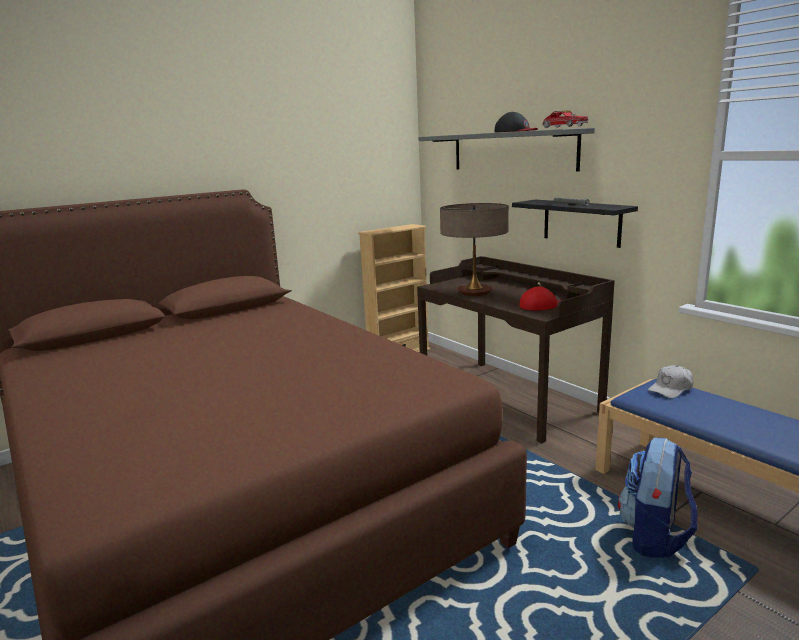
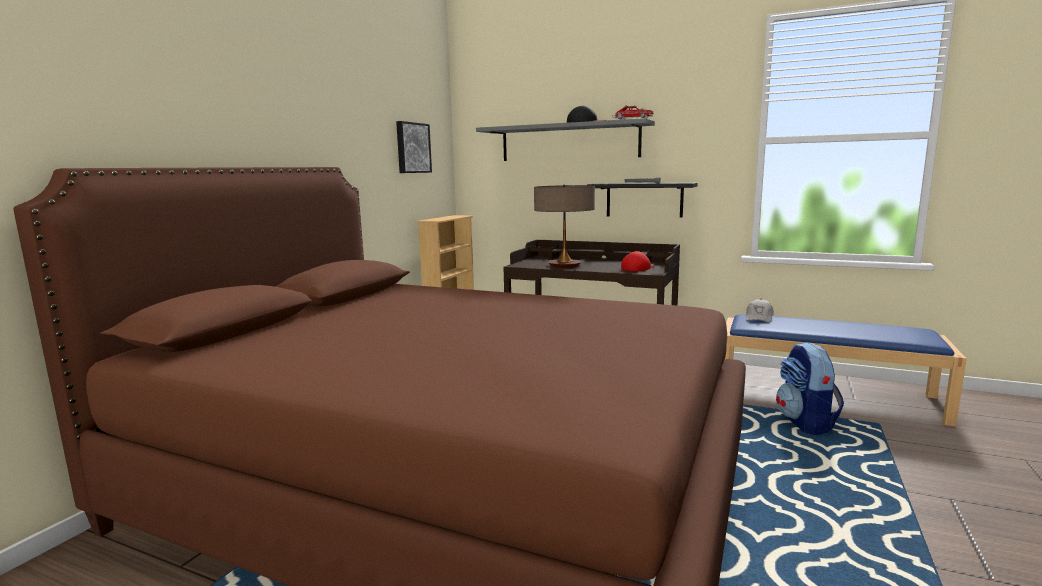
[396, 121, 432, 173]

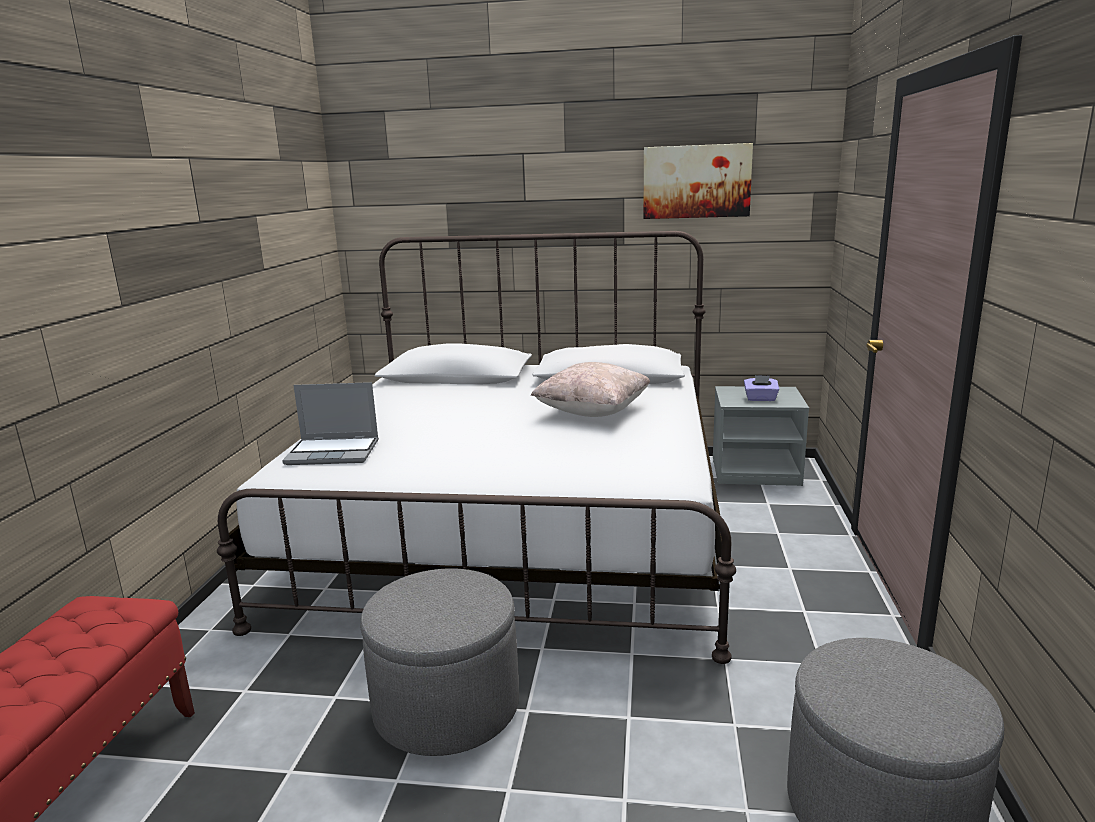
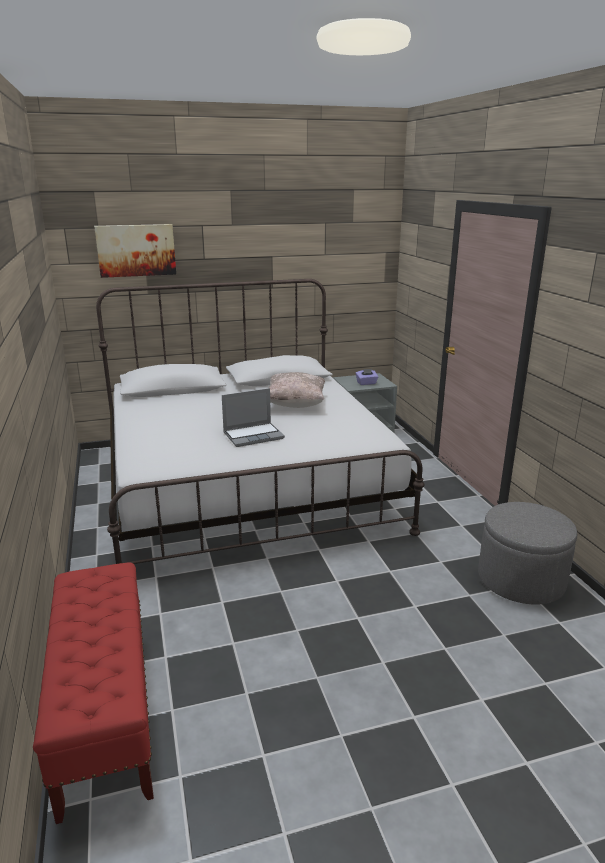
[222, 388, 285, 447]
[360, 568, 519, 756] (first image)
[94, 224, 176, 278]

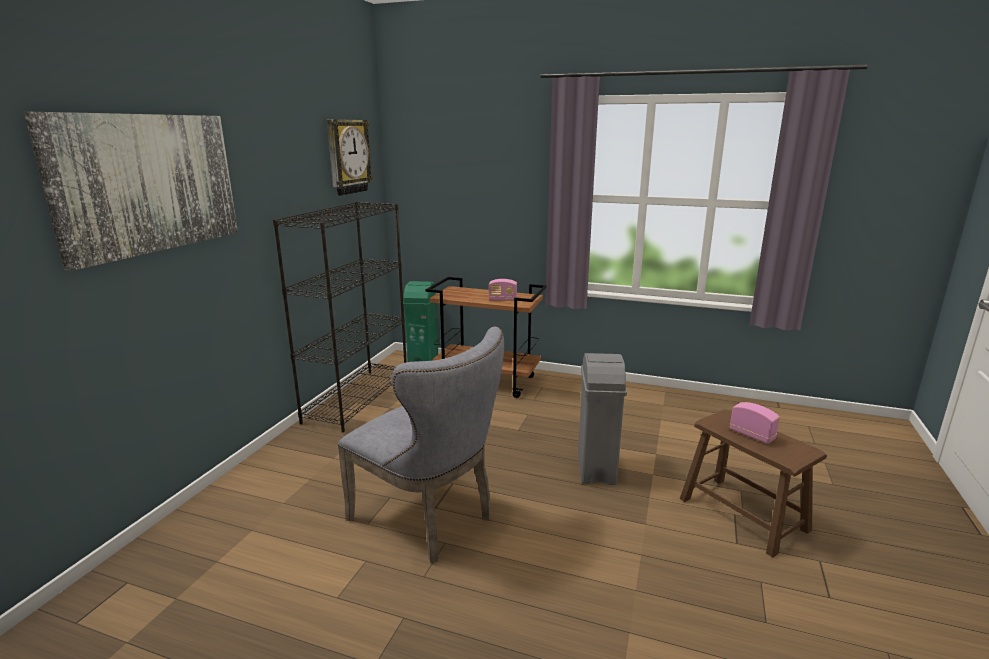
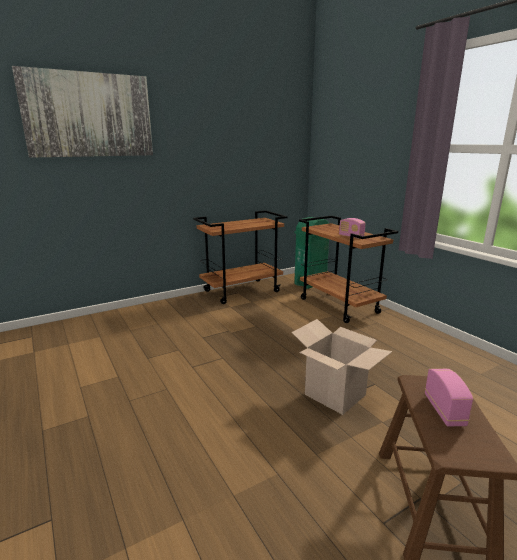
[193, 210, 287, 304]
[327, 119, 373, 196] (first image)
[338, 327, 504, 563] (first image)
[291, 319, 392, 415]

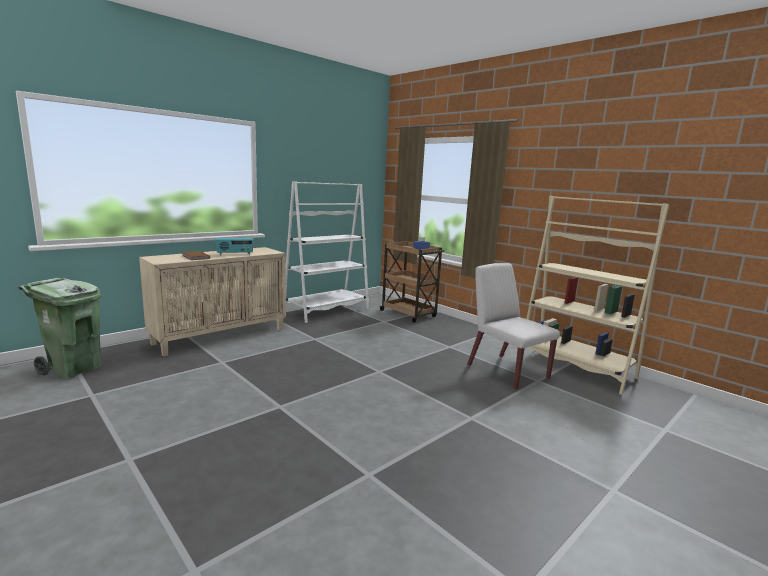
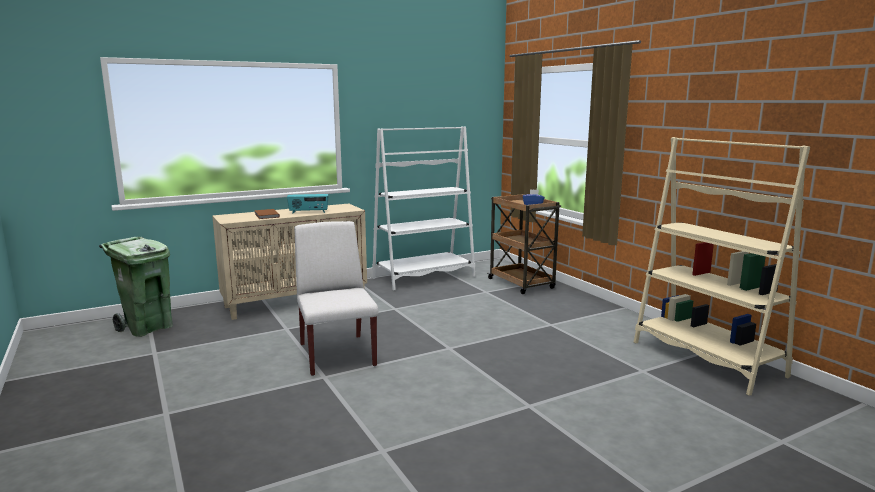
[295, 221, 379, 376]

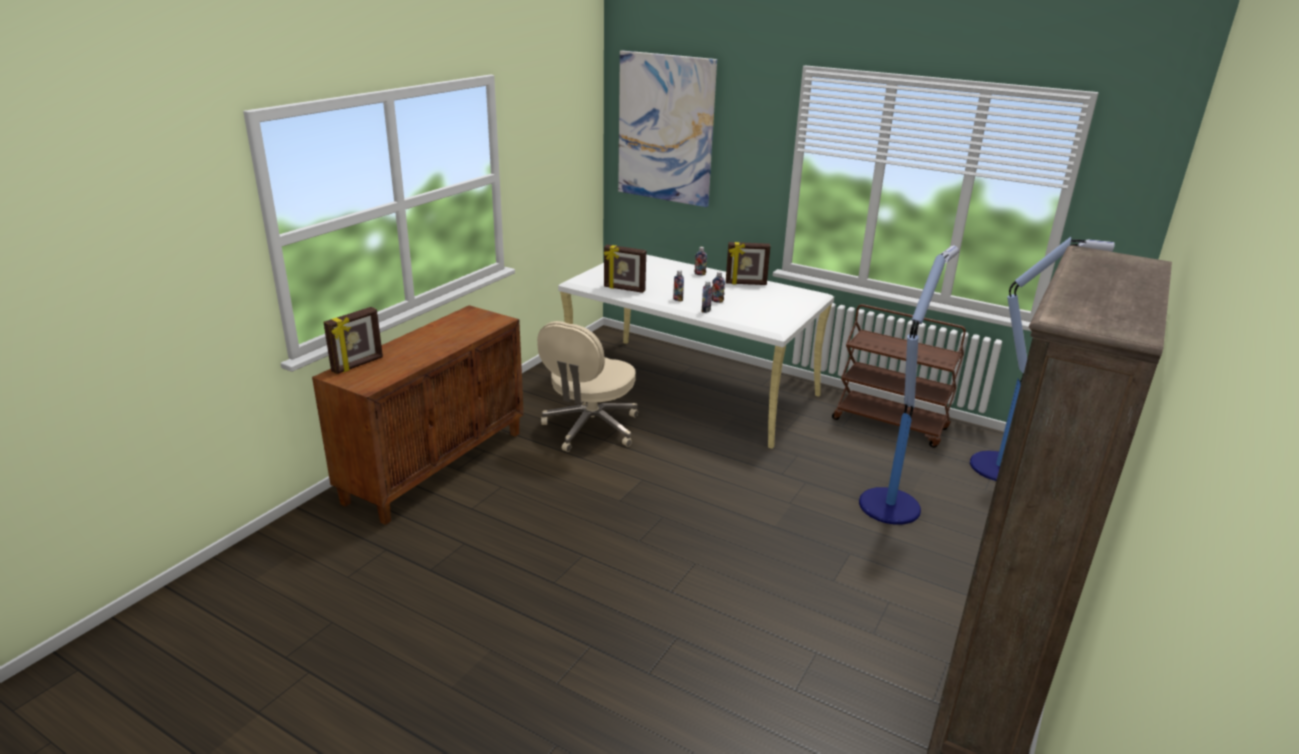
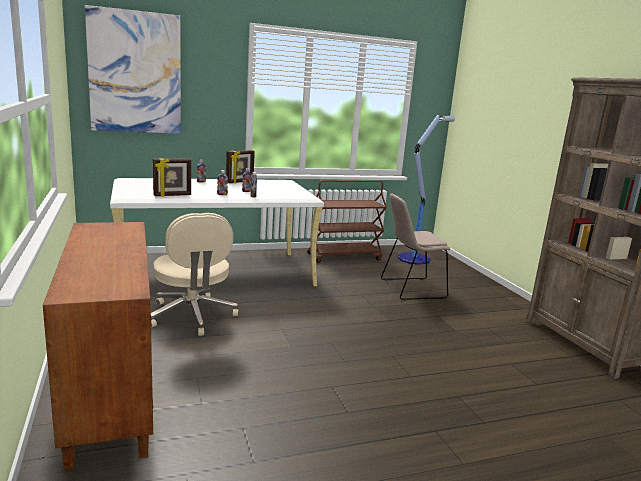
[323, 307, 383, 374] (first image)
[381, 194, 450, 301]

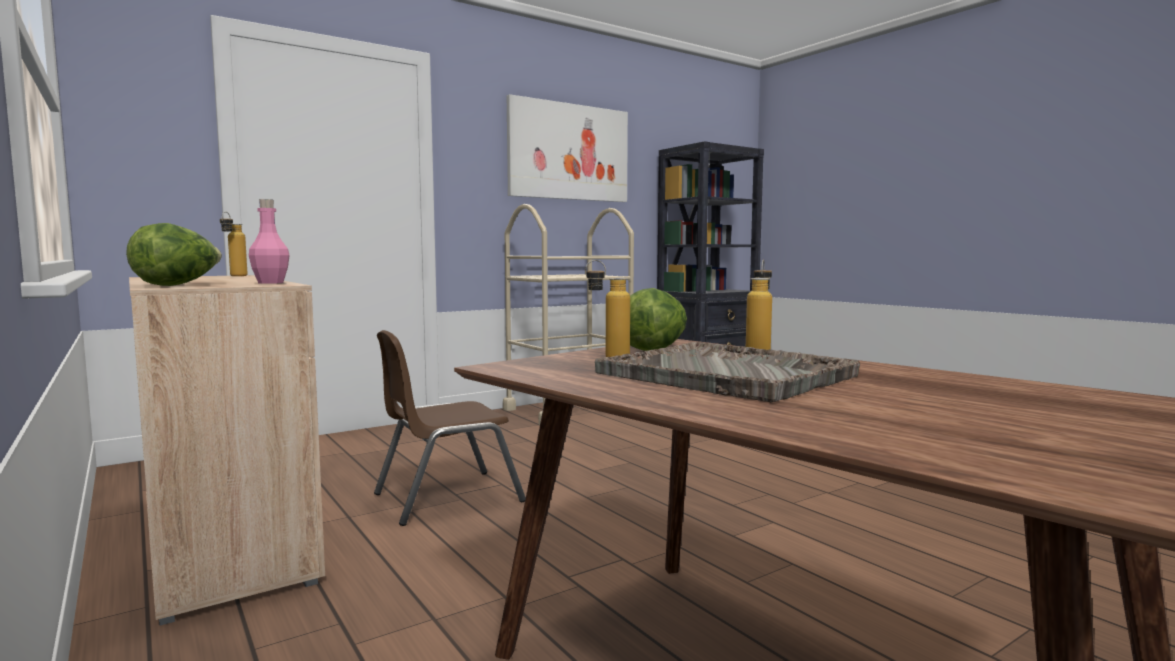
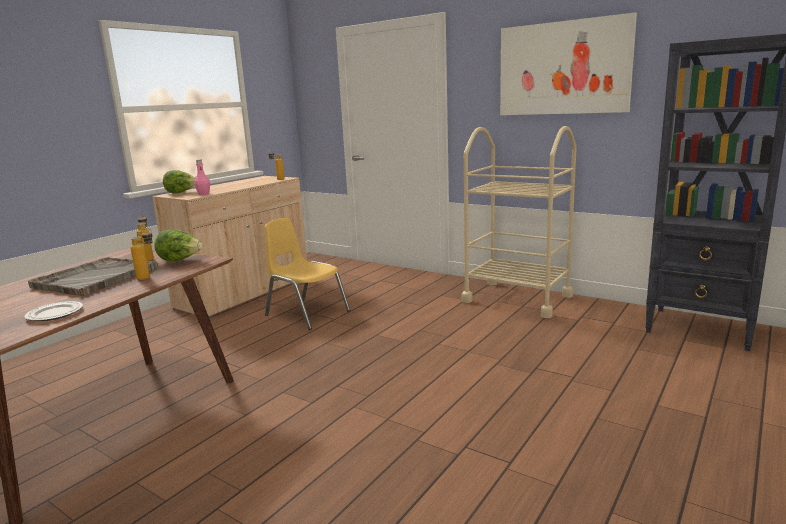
[265, 218, 350, 330]
[25, 301, 83, 321]

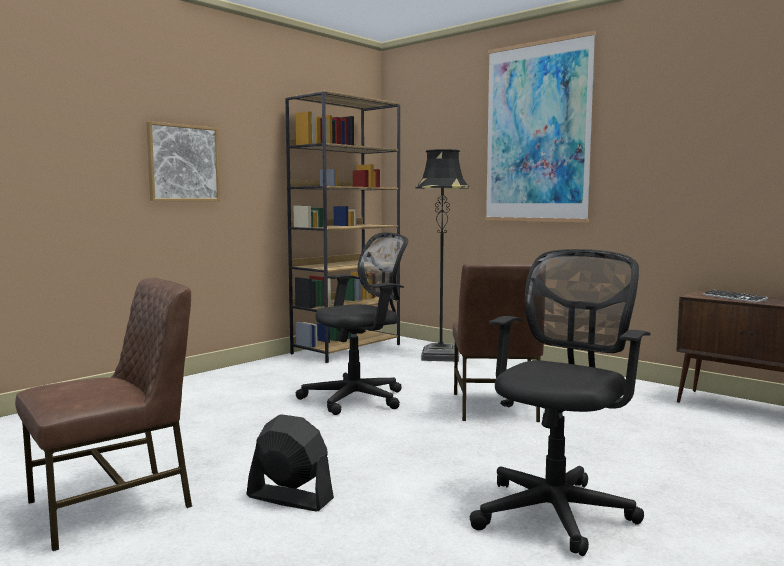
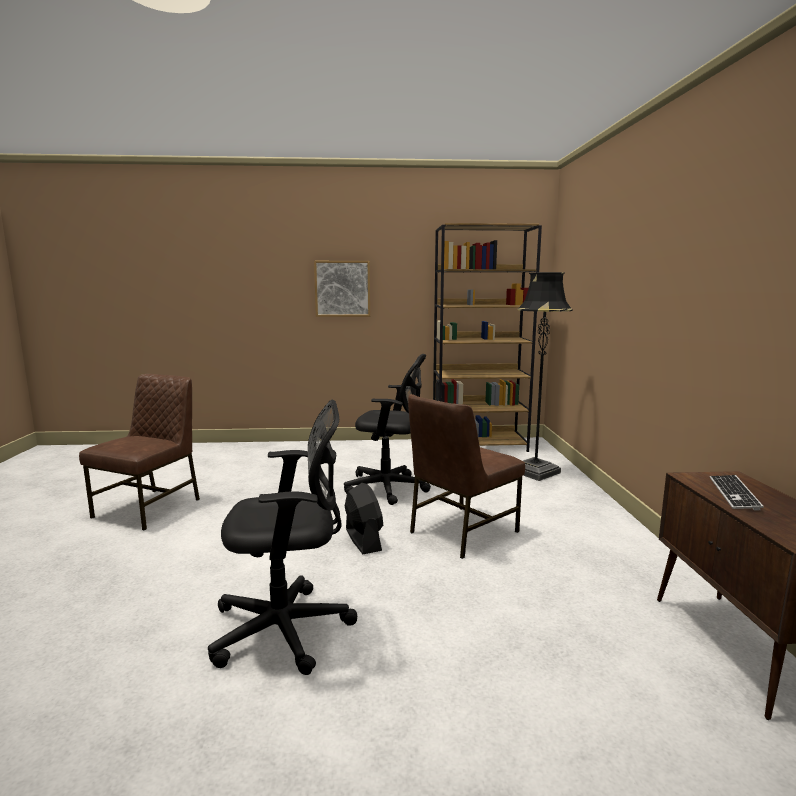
[79, 374, 200, 530]
[345, 483, 383, 554]
[485, 31, 596, 222] (first image)

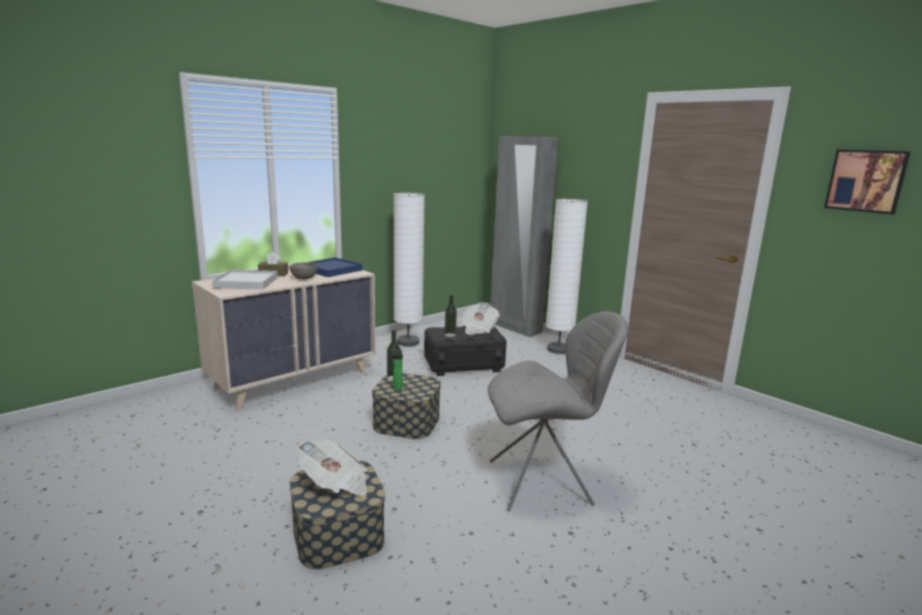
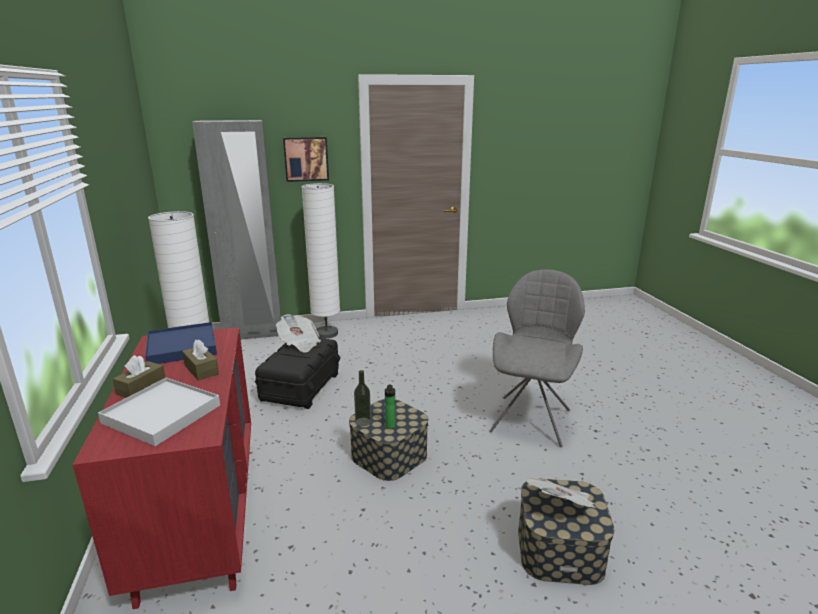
[73, 327, 251, 609]
[182, 339, 219, 381]
[445, 295, 457, 337] (first image)
[283, 137, 329, 182]

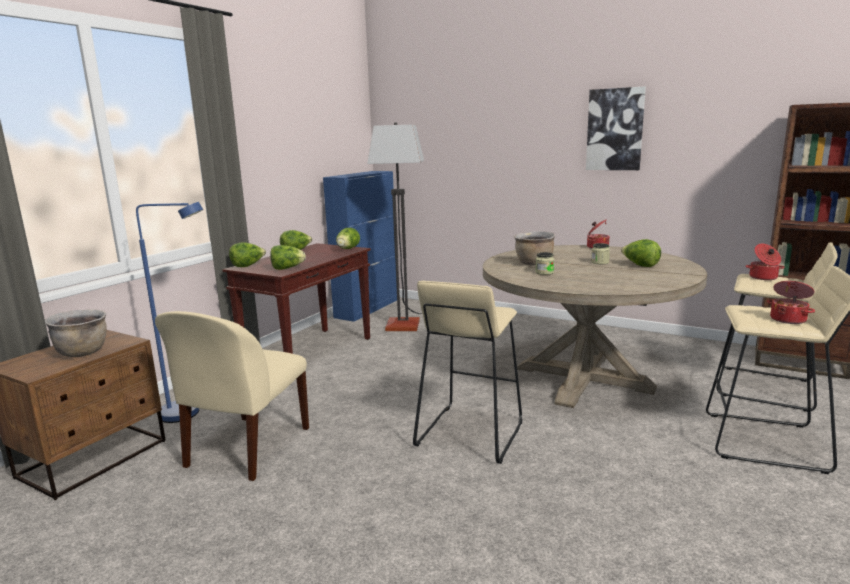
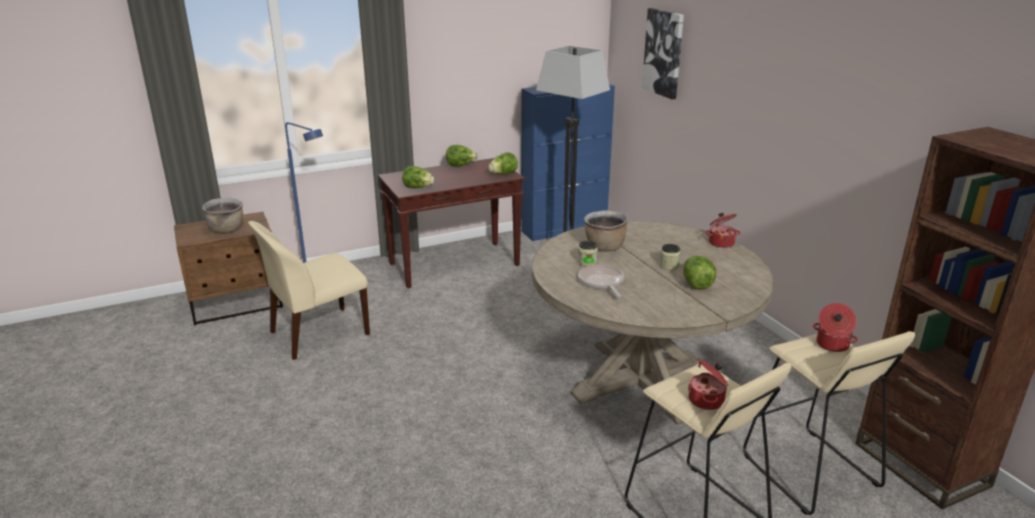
[229, 242, 266, 267] (first image)
[413, 281, 522, 464] (first image)
[642, 8, 684, 99]
[578, 265, 624, 297]

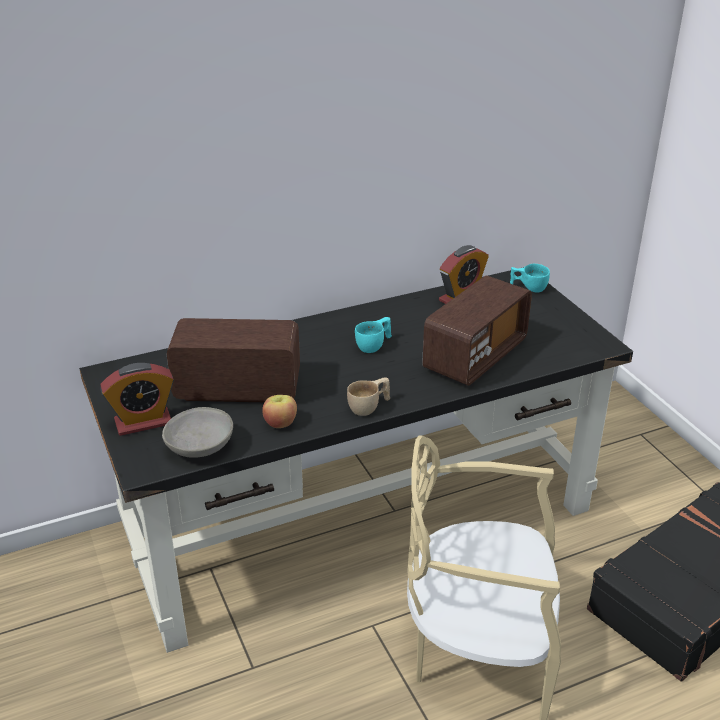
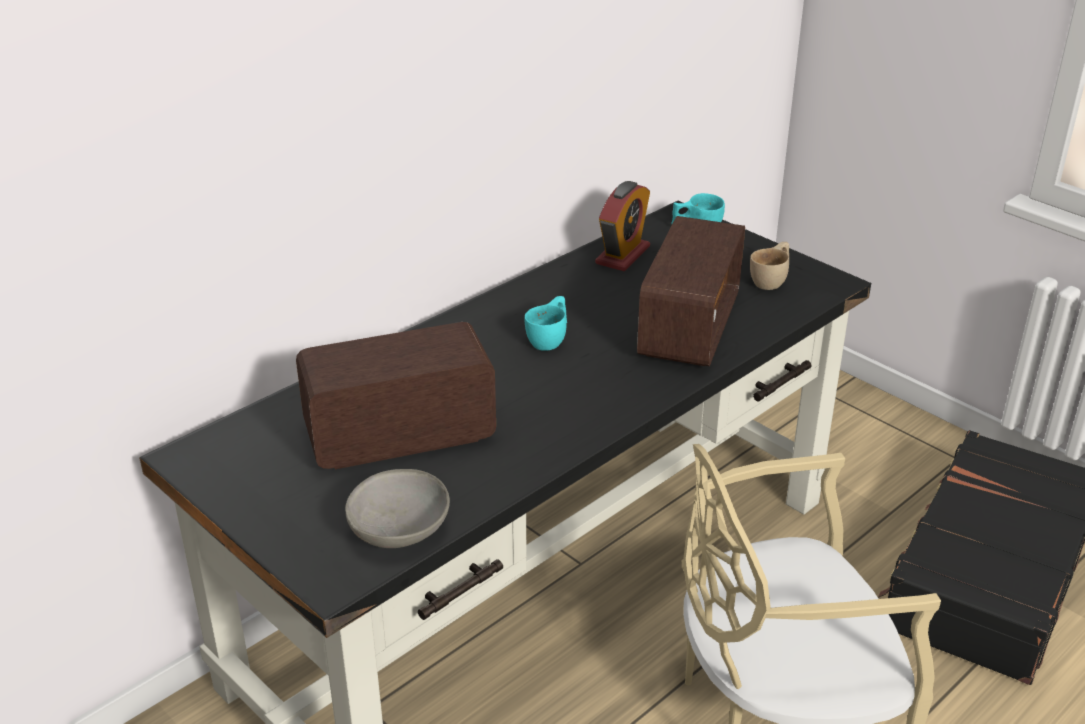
[100, 363, 174, 436] (first image)
[262, 395, 297, 428] (first image)
[750, 242, 789, 290]

